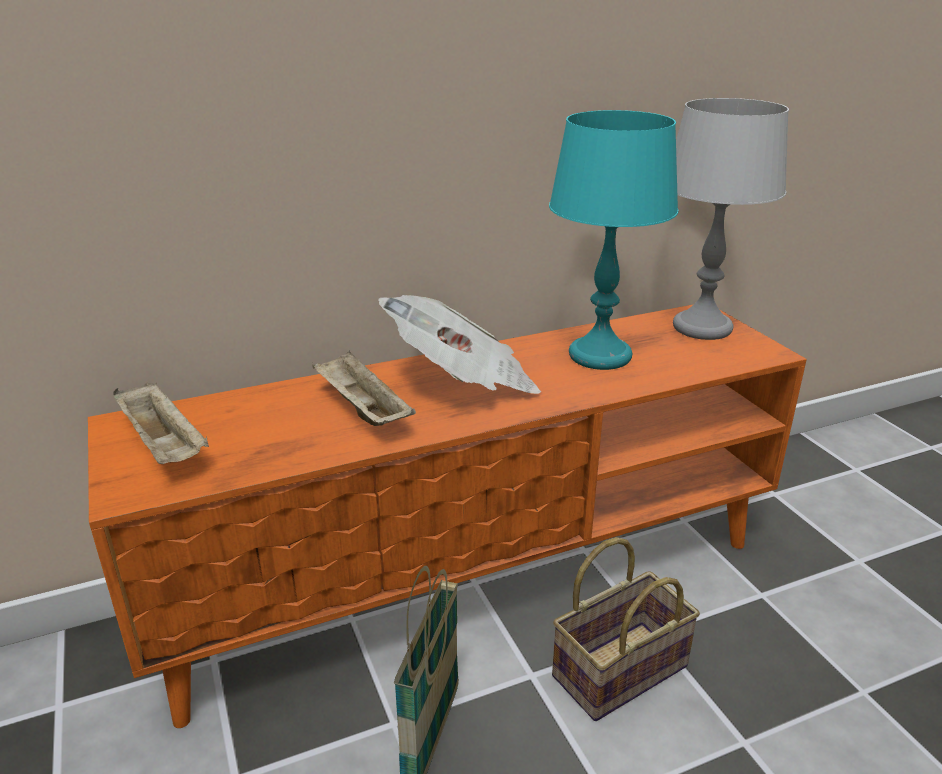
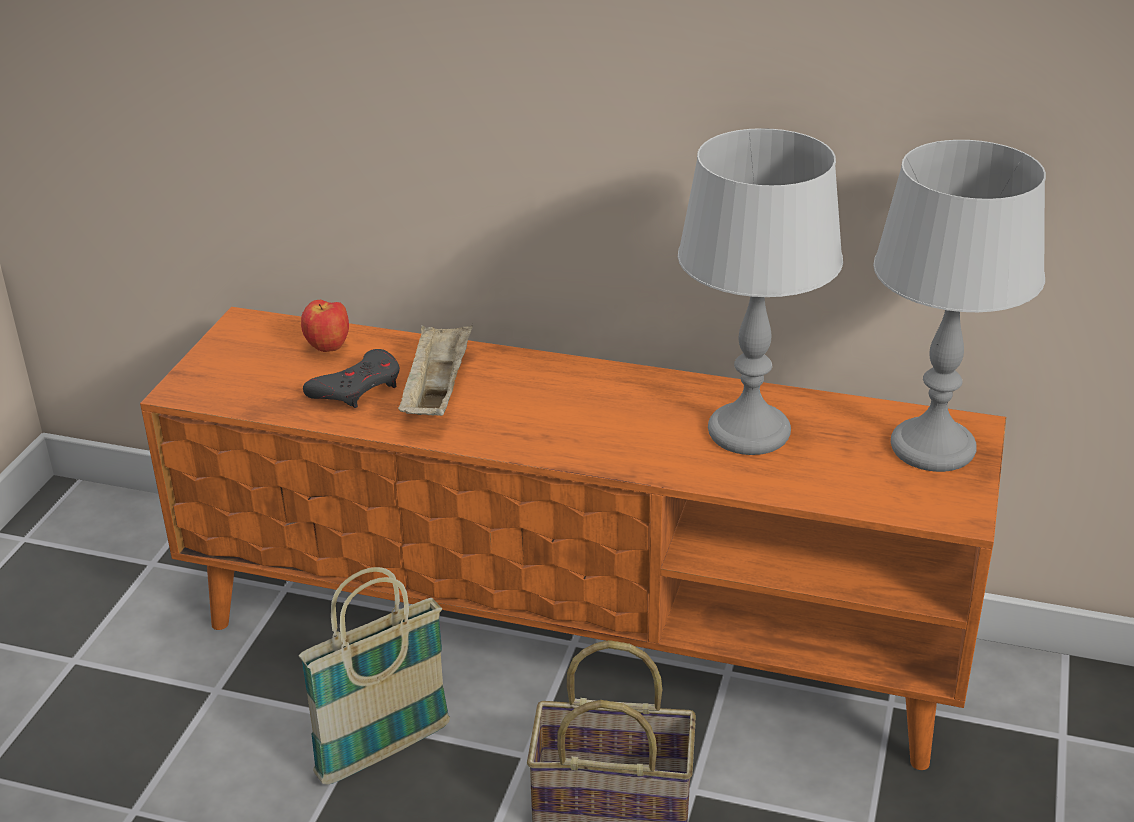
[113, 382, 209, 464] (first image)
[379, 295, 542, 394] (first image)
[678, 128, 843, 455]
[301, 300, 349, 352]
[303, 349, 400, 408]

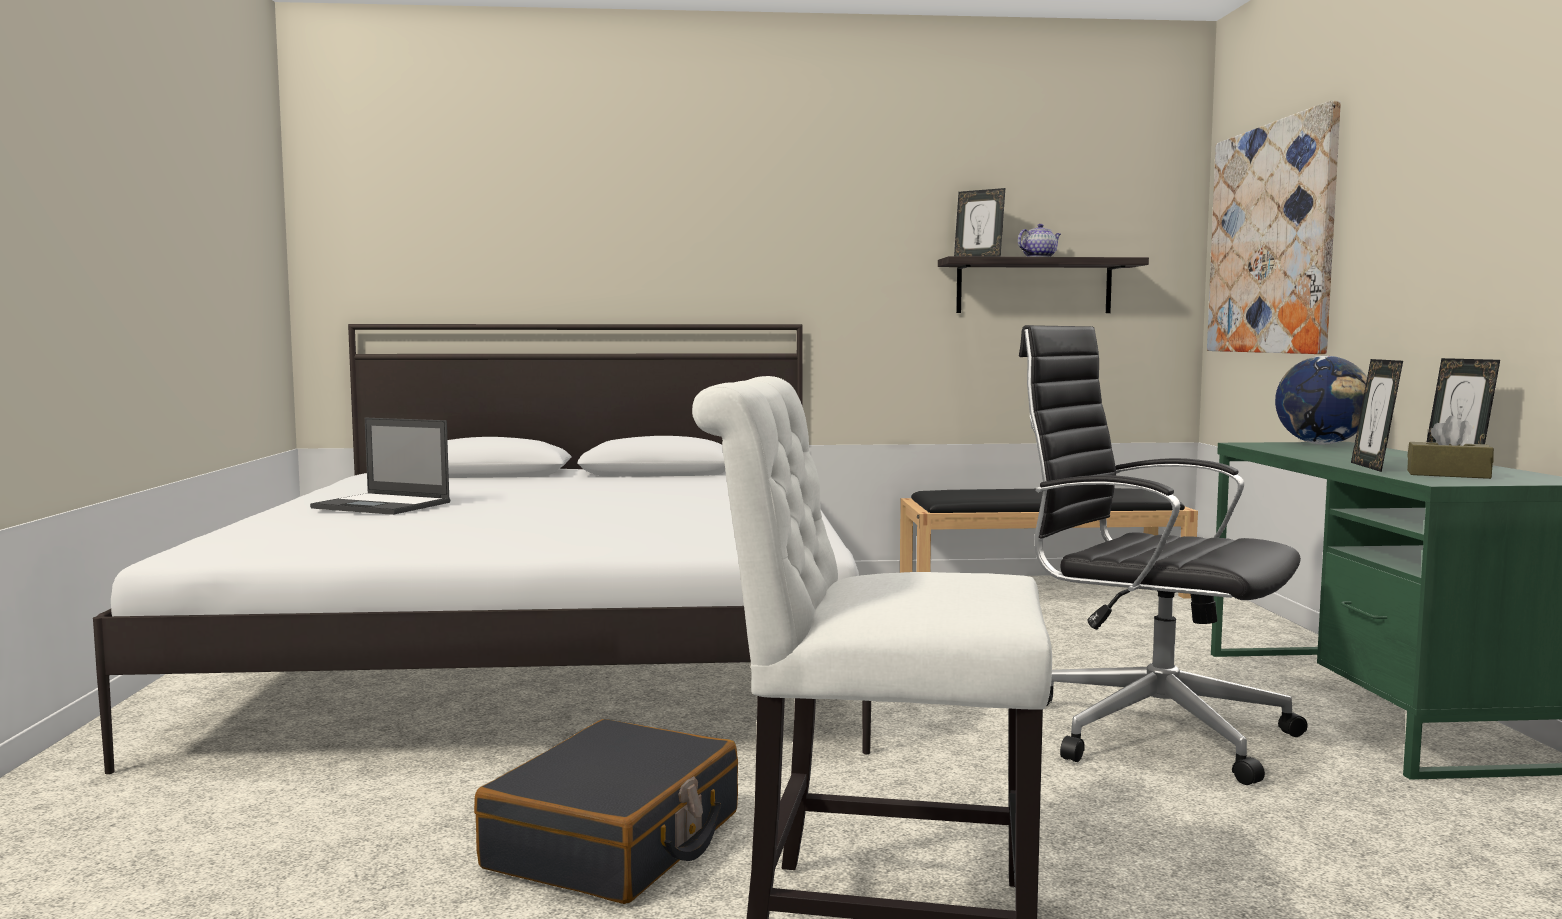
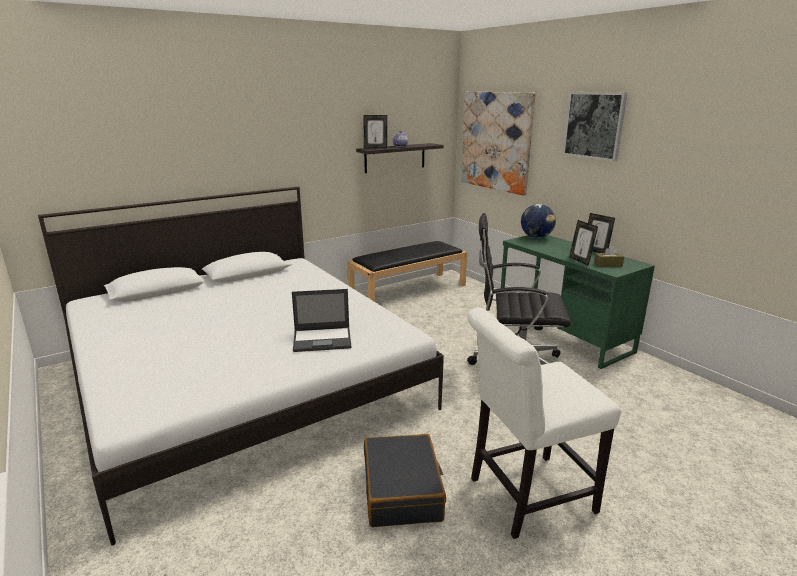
[292, 289, 351, 352]
[563, 92, 628, 161]

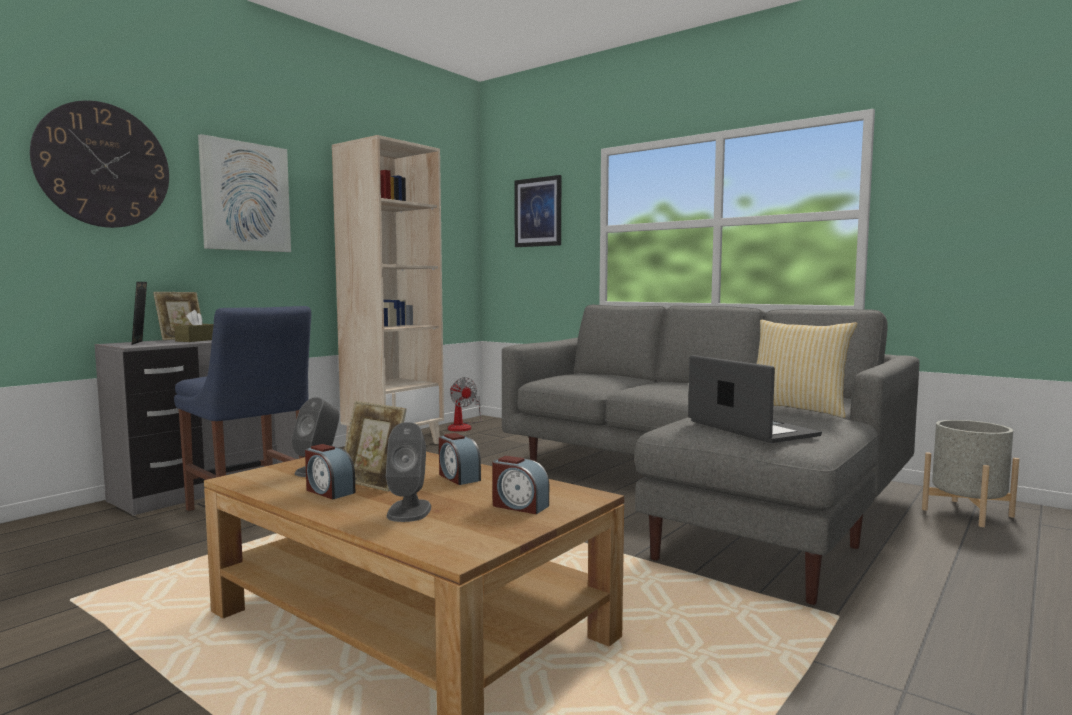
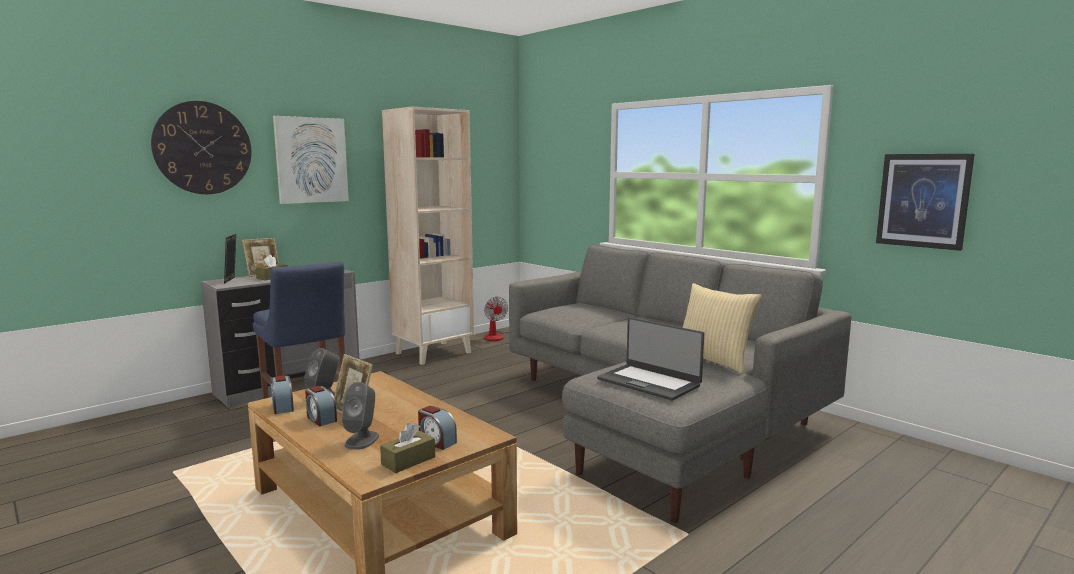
[271, 375, 294, 414]
[876, 154, 975, 251]
[597, 317, 704, 401]
[922, 420, 1019, 527] (first image)
[380, 423, 435, 473]

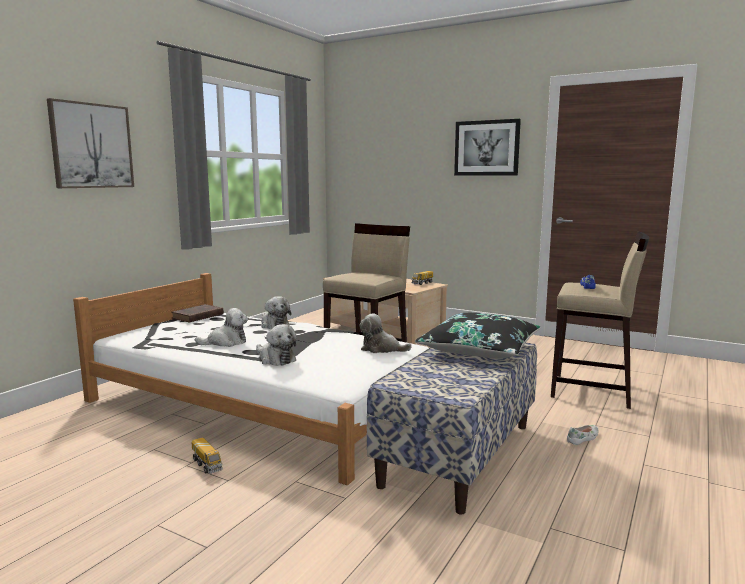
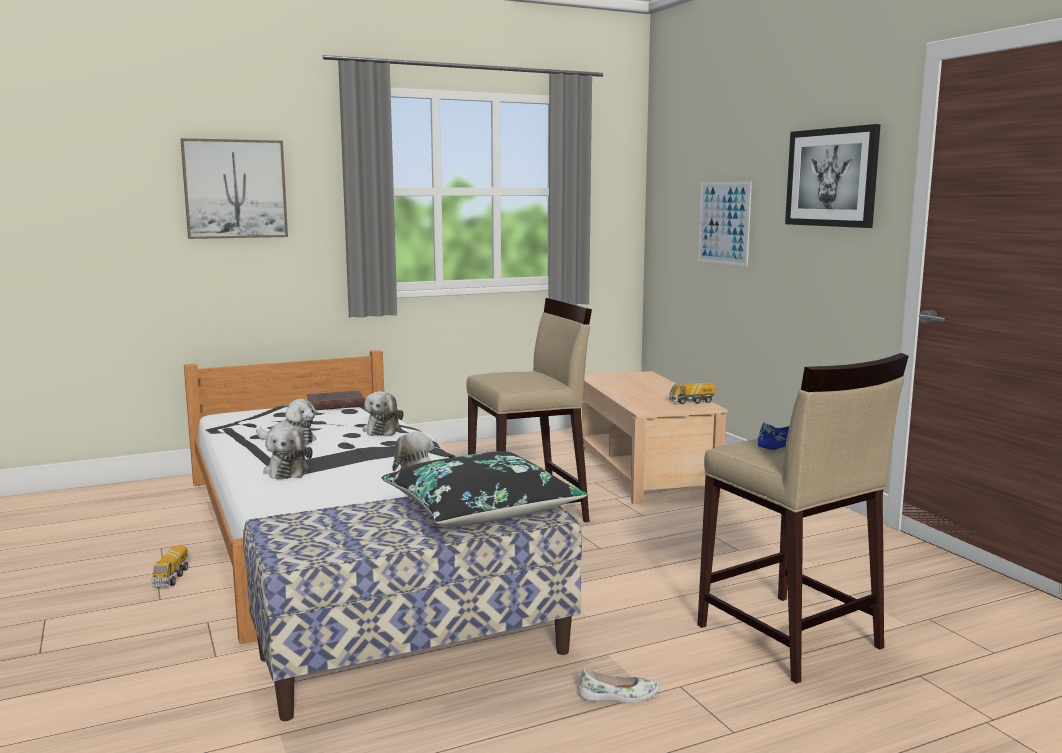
[698, 181, 752, 266]

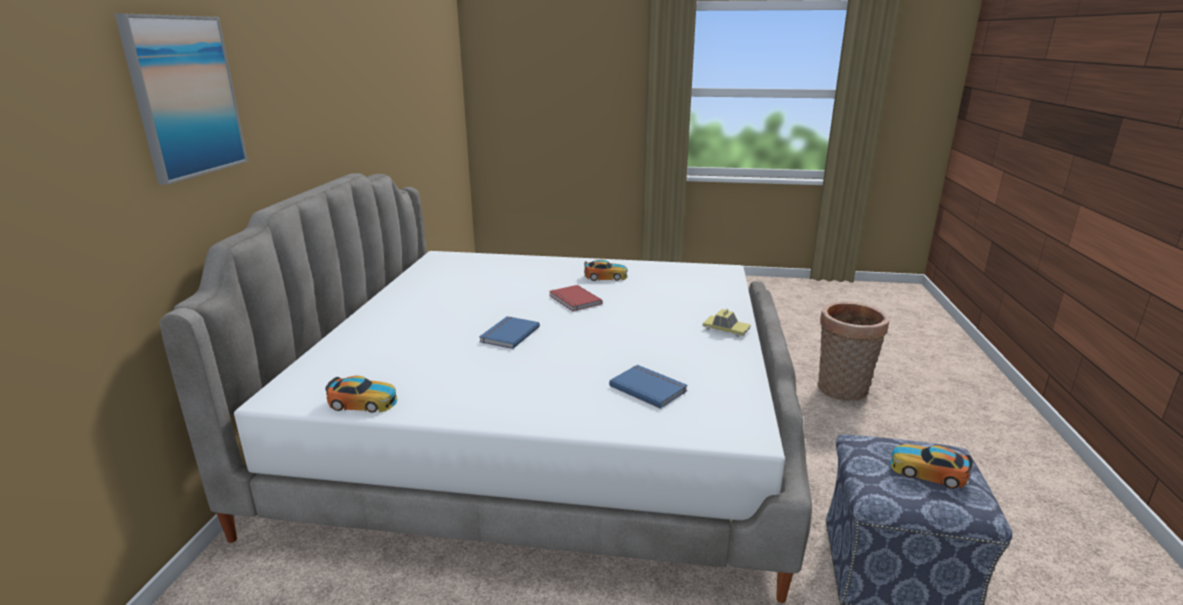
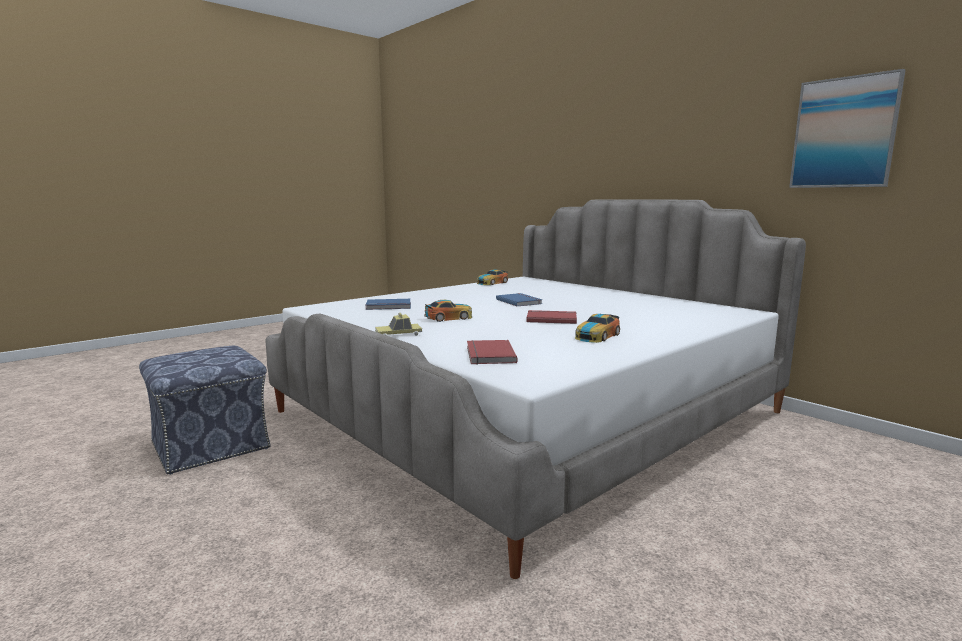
[789, 69, 906, 188]
[817, 302, 890, 401] (first image)
[424, 300, 472, 322]
[467, 340, 518, 365]

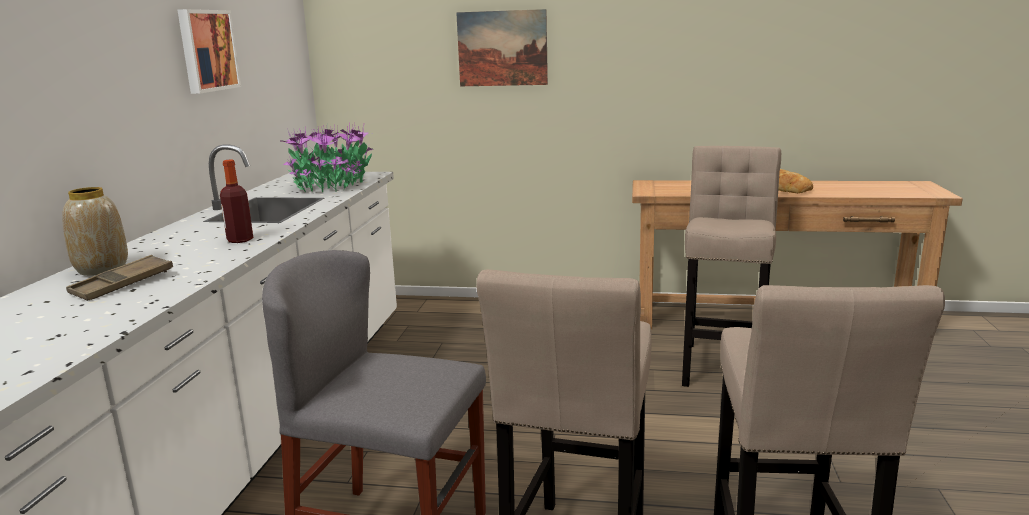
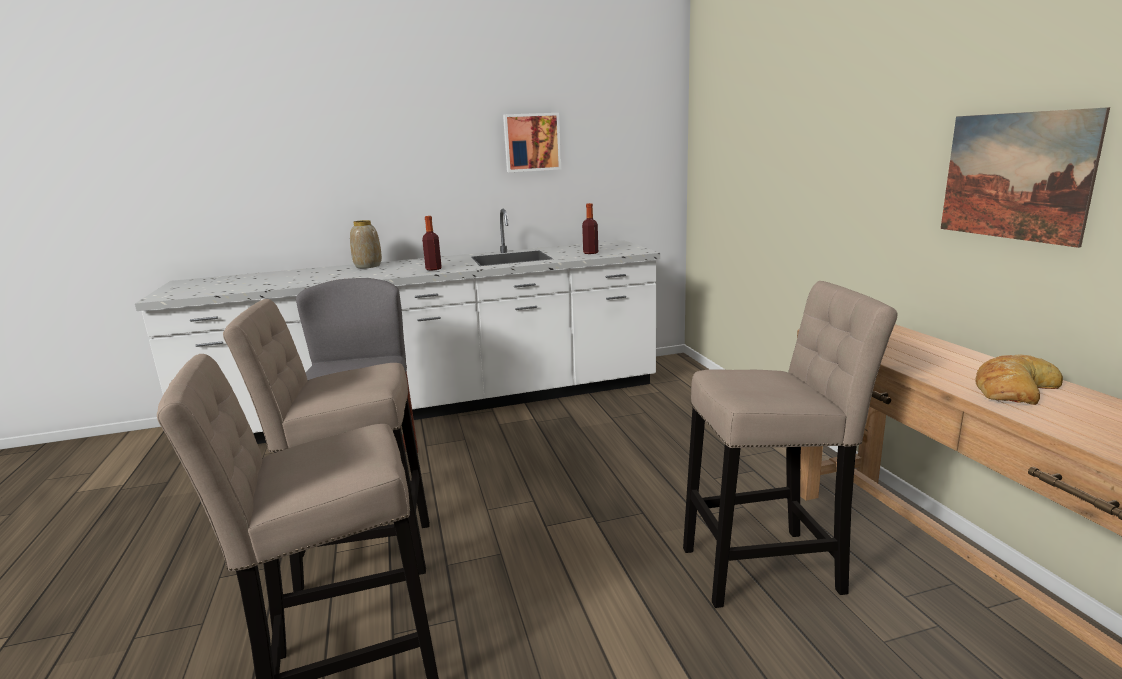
[66, 255, 173, 301] (first image)
[582, 203, 598, 254]
[941, 107, 1110, 248]

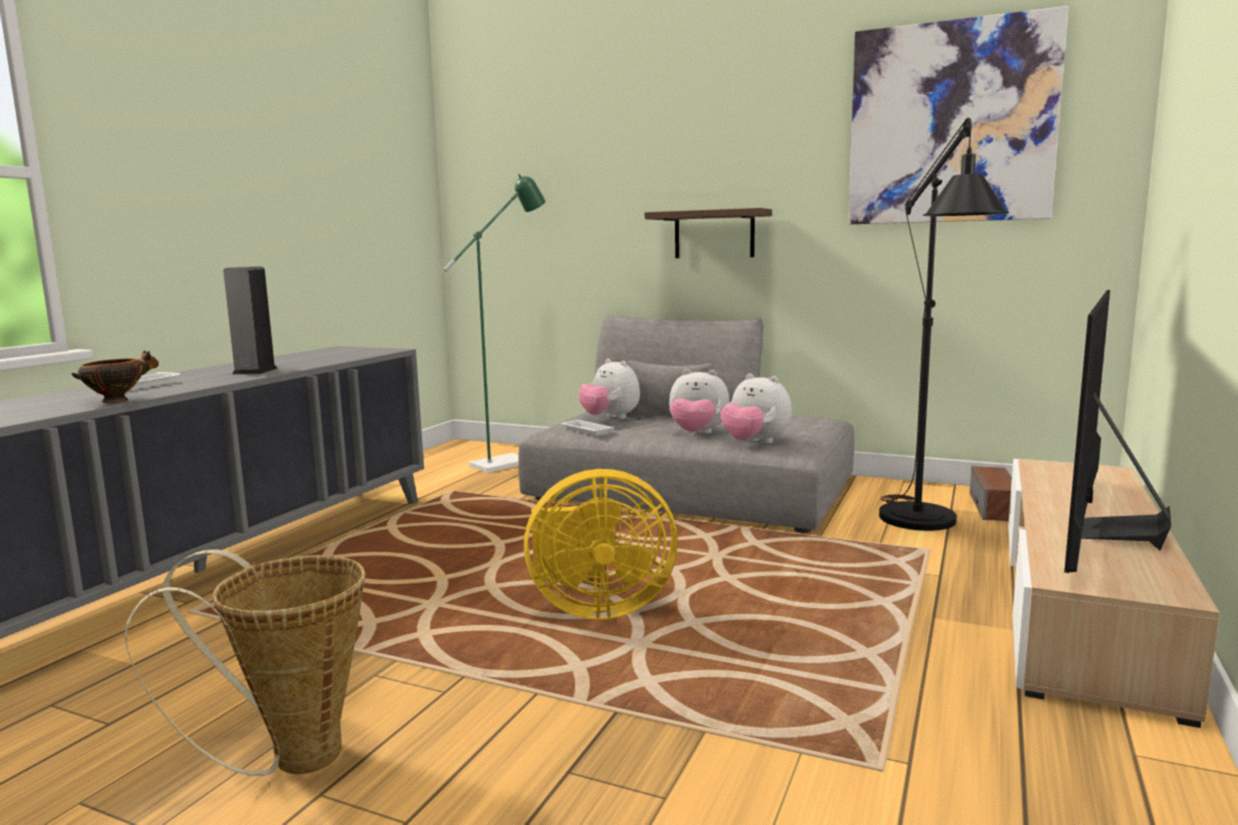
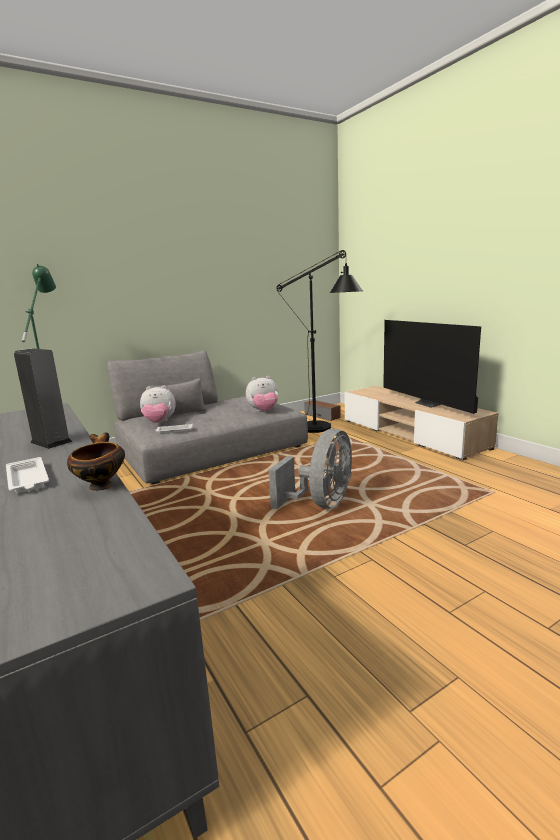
[125, 549, 365, 776] (first image)
[269, 429, 352, 509]
[645, 208, 772, 258] (first image)
[669, 369, 729, 434] (first image)
[848, 6, 1069, 224] (first image)

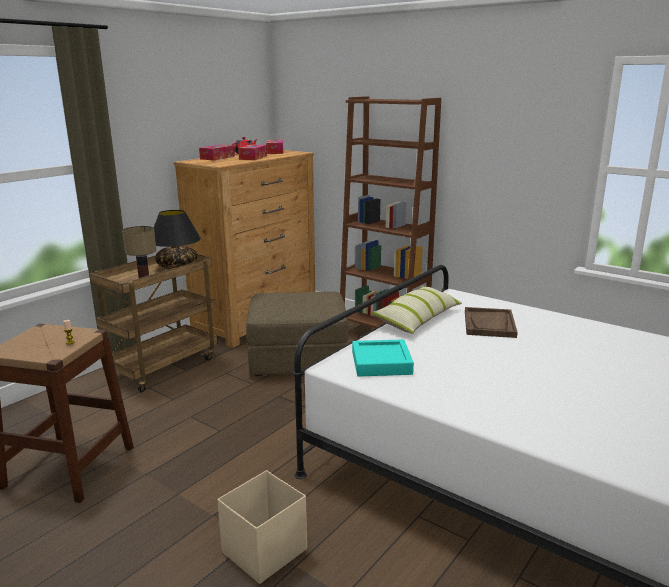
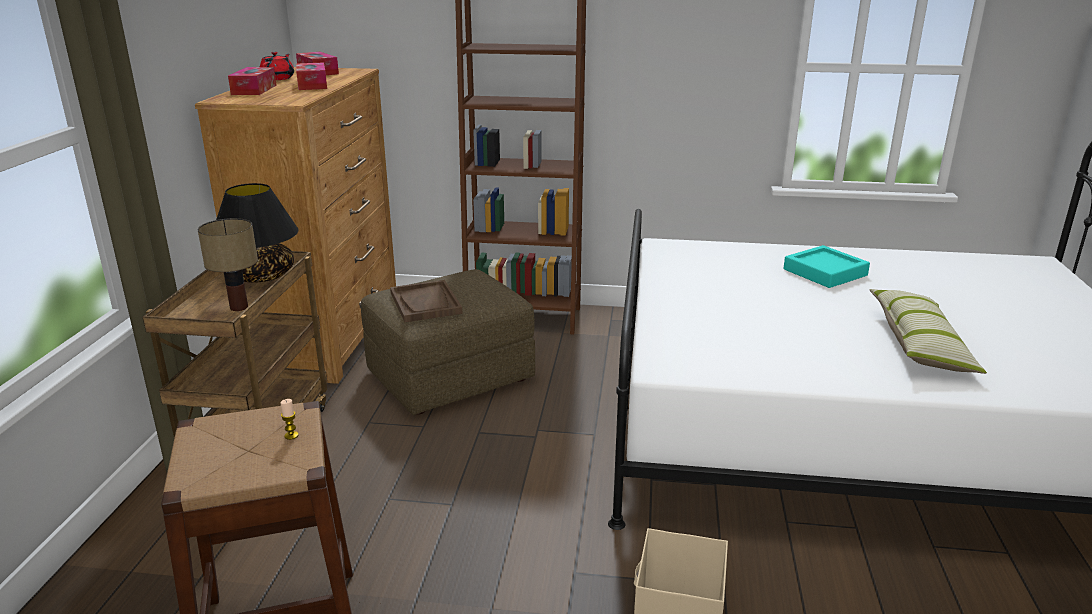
[784, 245, 870, 288]
[869, 289, 987, 374]
[390, 280, 463, 322]

